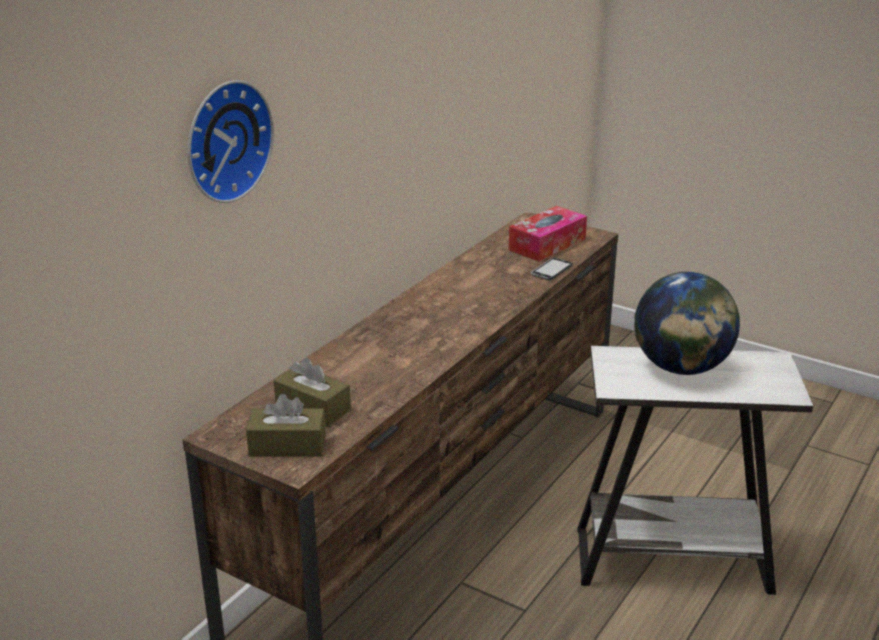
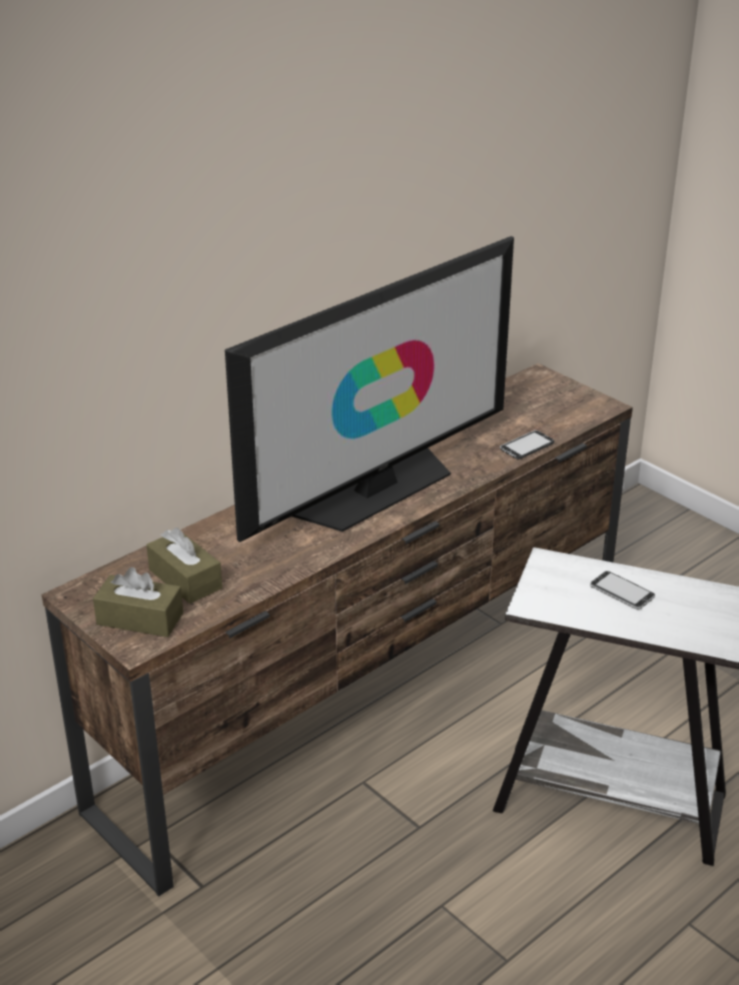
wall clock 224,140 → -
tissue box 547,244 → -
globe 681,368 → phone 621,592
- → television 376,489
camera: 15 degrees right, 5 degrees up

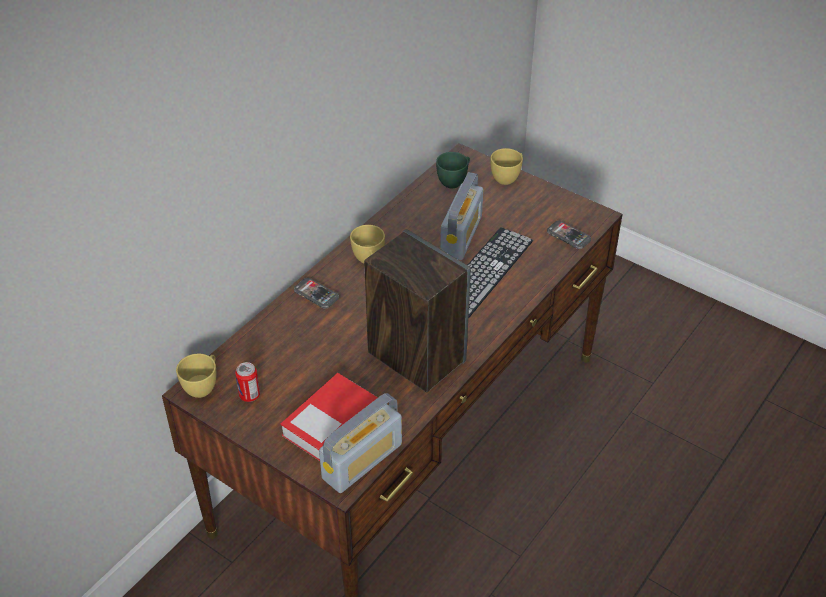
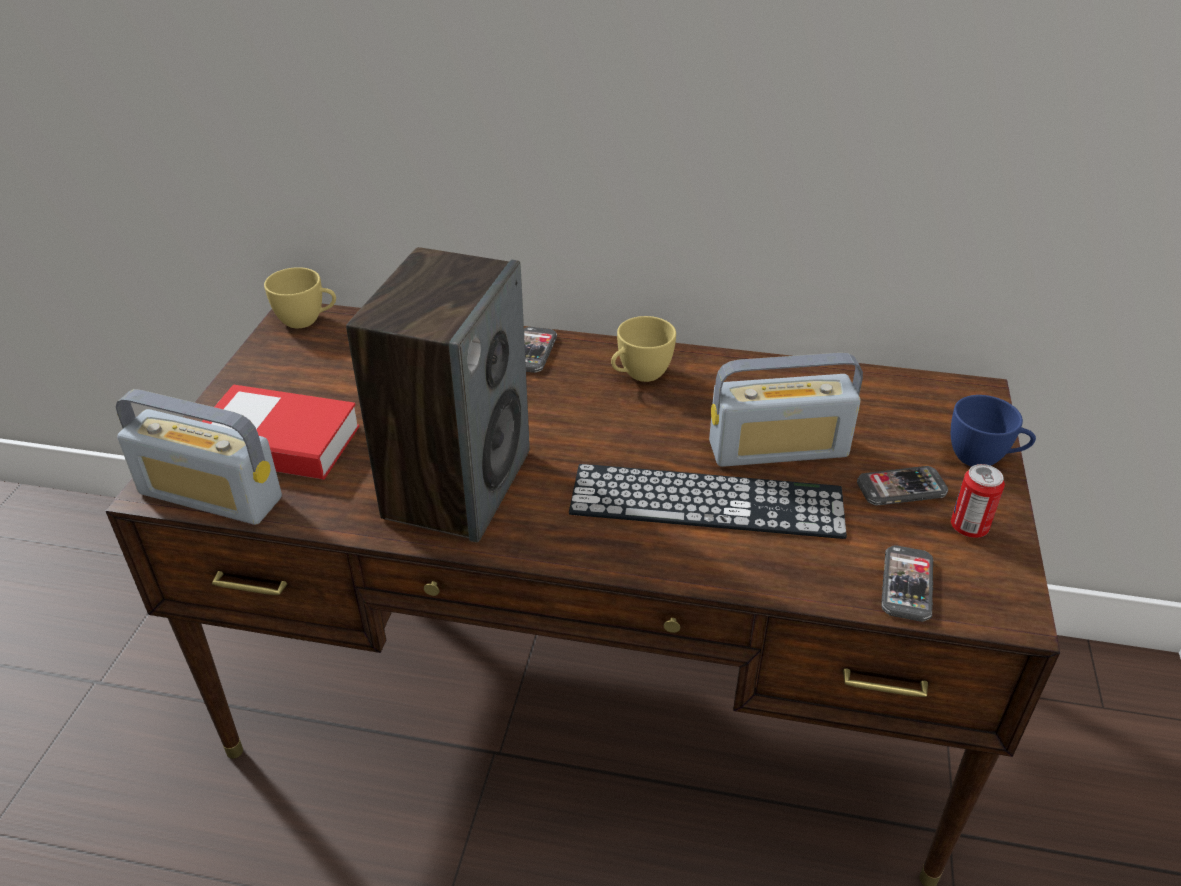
yellow cup 507,177 → blue cup 983,458
green cup 454,181 → -
can 249,395 → can 968,527, shifted
- → phone 901,488
camera: 65 degrees right, 5 degrees down

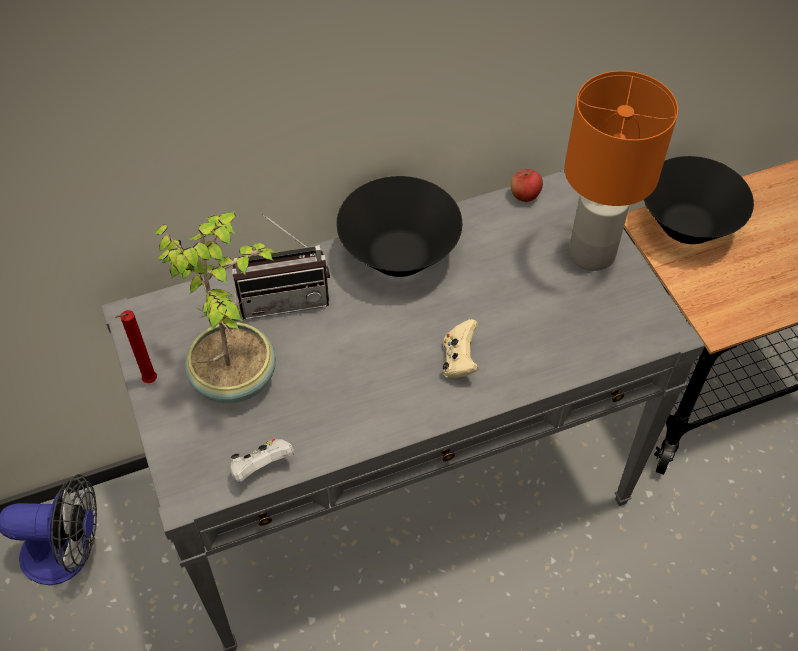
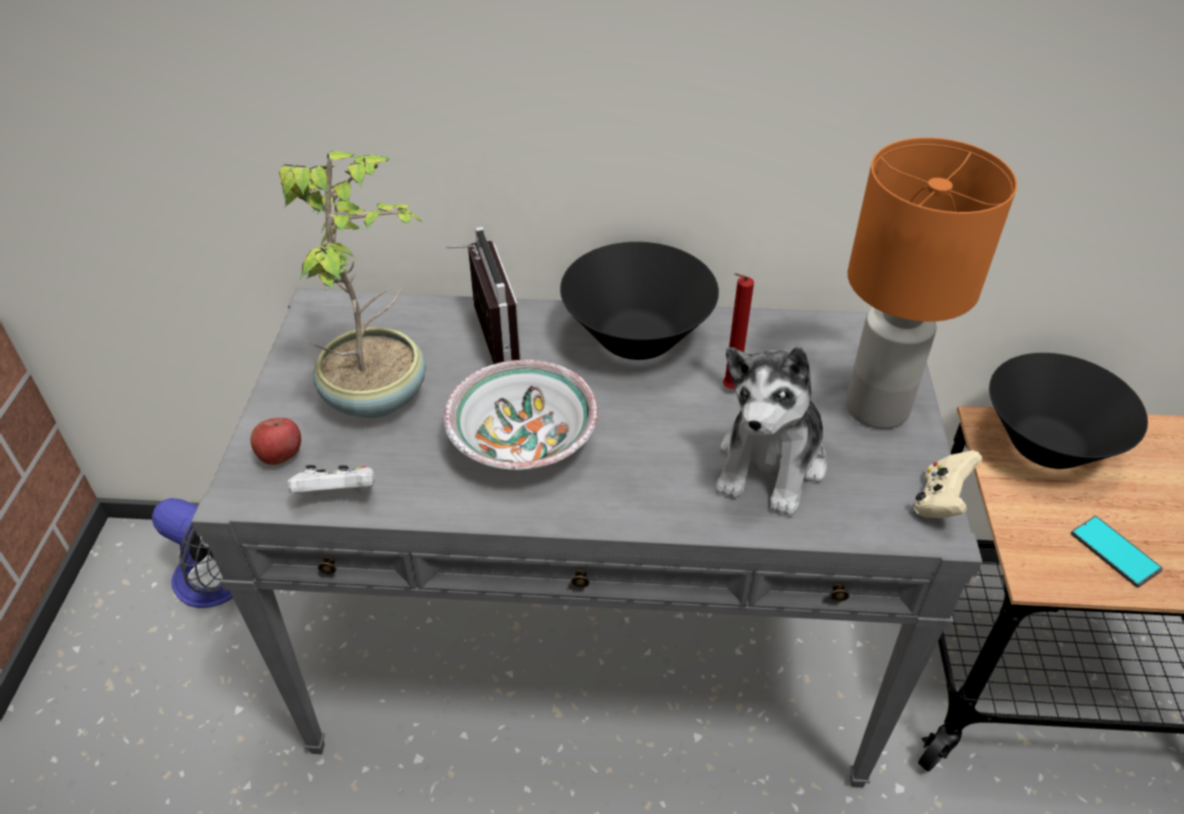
apple 525,195 → apple 281,456, shifted
radio 285,297 → radio 483,339, 120 degrees counterclockwise
red candle 148,382 → red candle 728,389, shifted
beige game controller 459,360 → beige game controller 940,501, shifted
- → plush toy 771,464
- → bowl 524,439
- → phone 1115,552
camera: 25 degrees right, 10 degrees down

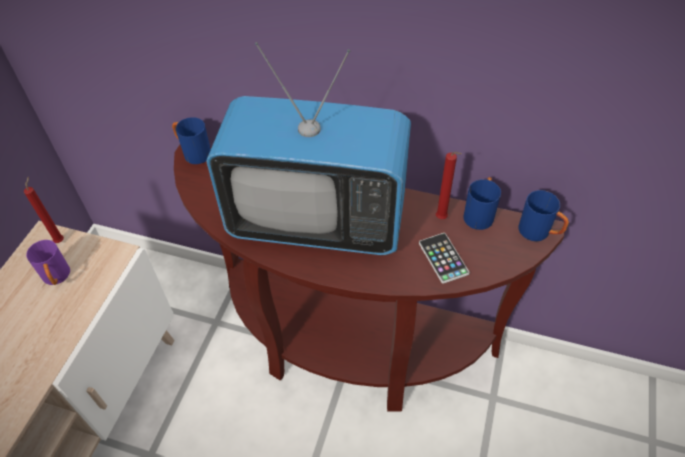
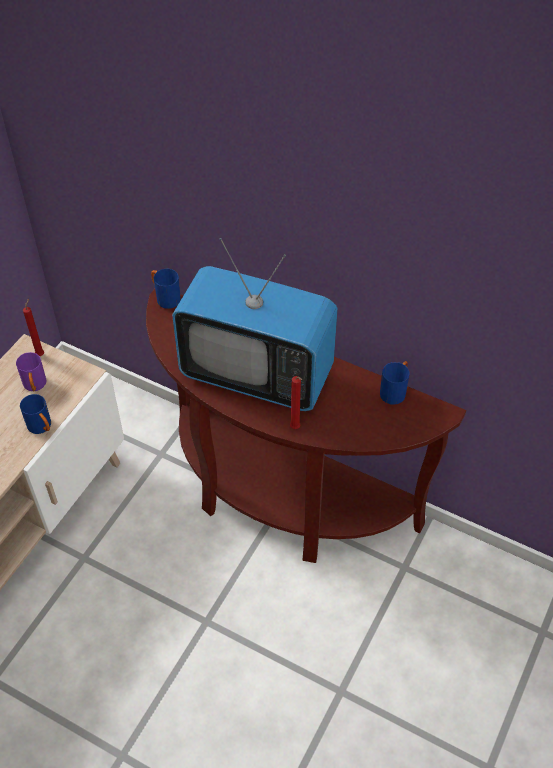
red candle 442,219 → red candle 296,429, shifted
blue mug 539,233 → blue mug 42,427, shifted
phone 443,258 → -
camera: 10 degrees right, 0 degrees up

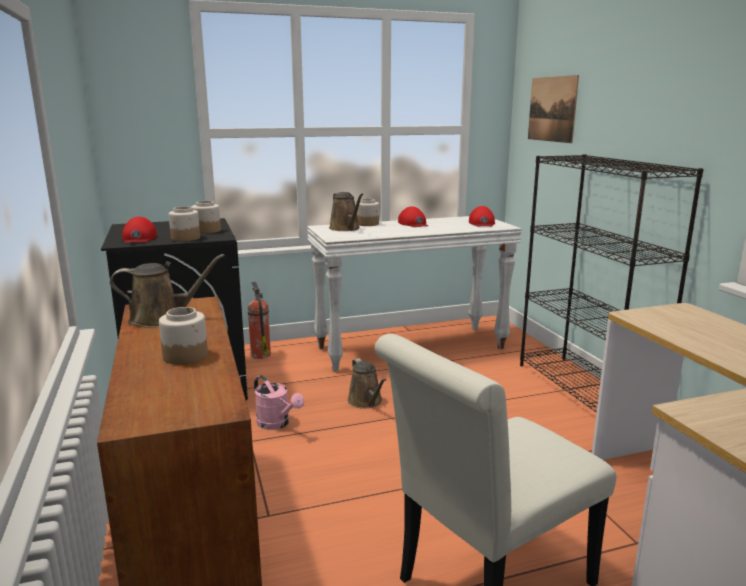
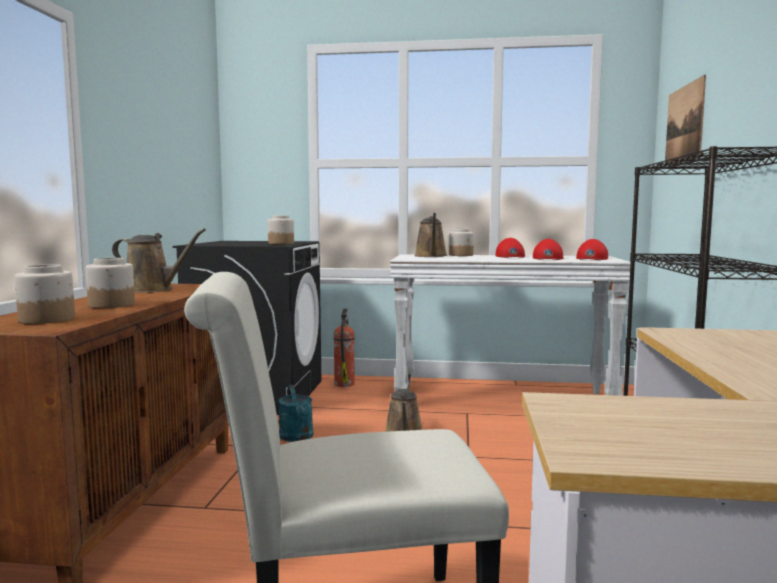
jar 185,238 → jar 46,319, shifted
red cap 139,238 → red cap 547,258, shifted
pink watering can 277,424 → turquoise watering can 298,438
camera: 25 degrees right, 10 degrees down

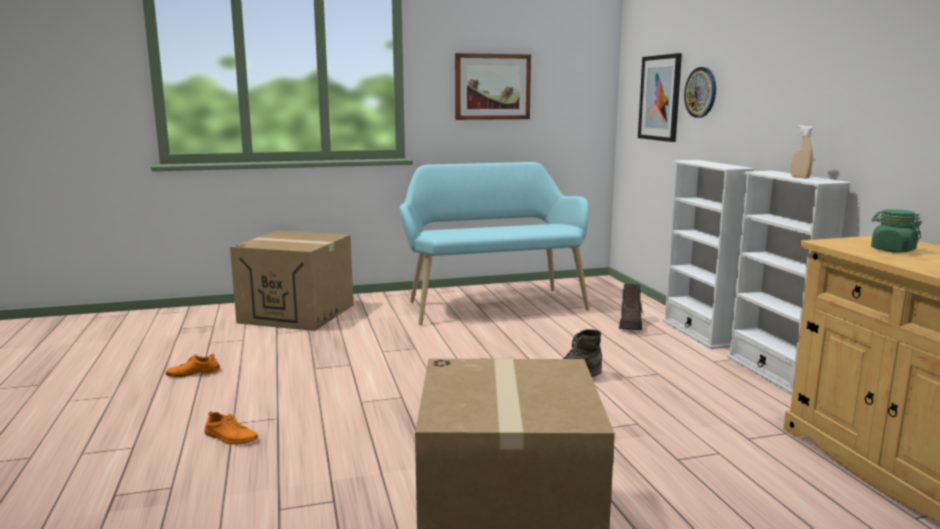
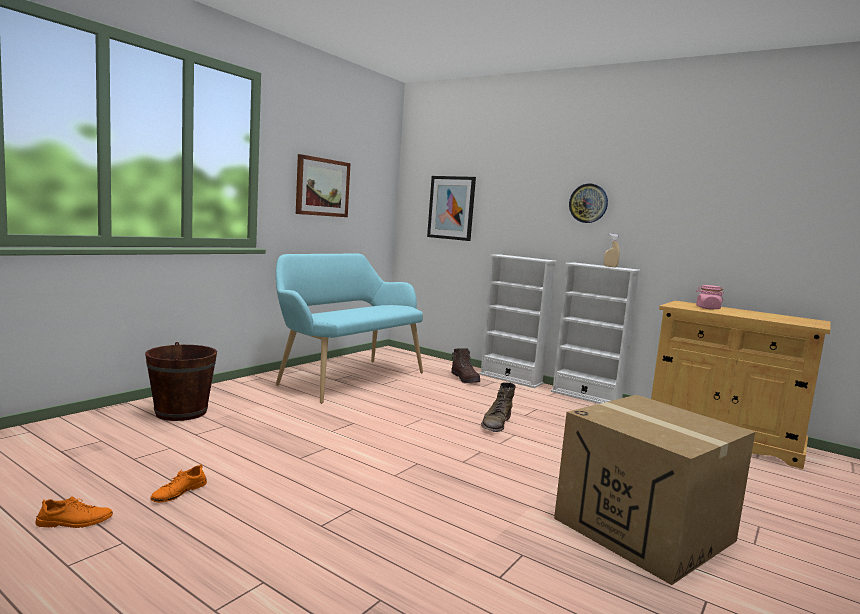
wall clock 701,92 → wall clock 588,203, shifted
green jar 892,250 → pink jar 707,308
cardboard box 297,313 → brown bucket 181,412
orange shoe 230,437 → orange shoe 74,521, shifted
camera: 40 degrees left, 5 degrees down

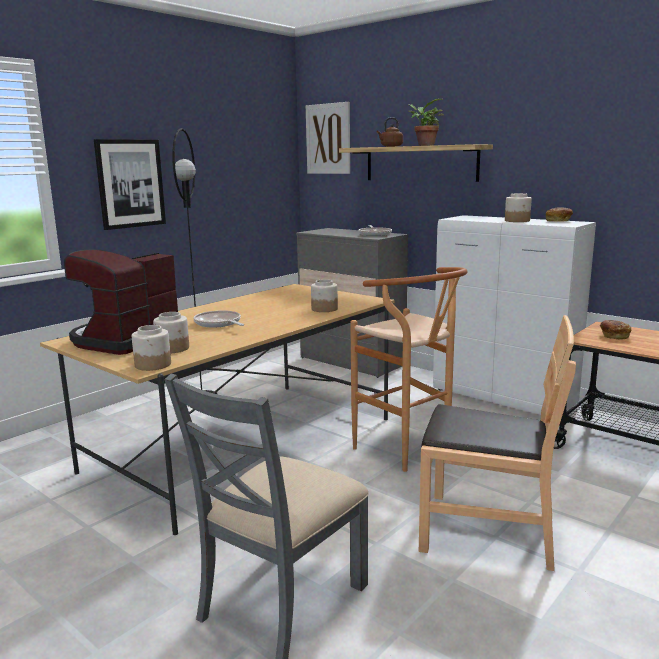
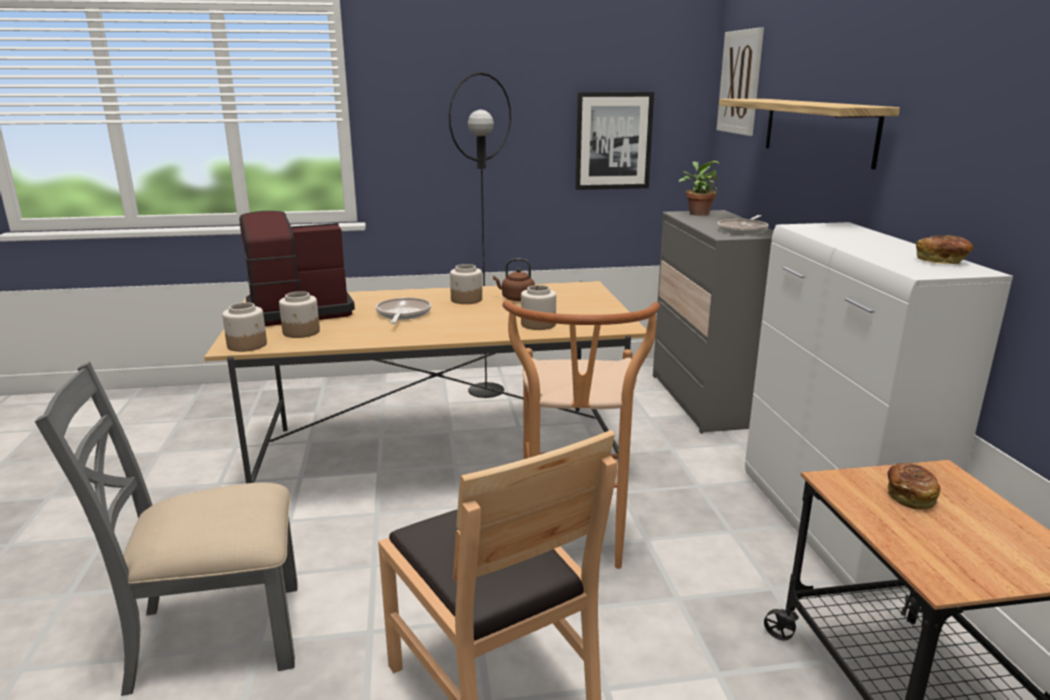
potted plant 424,145 → potted plant 697,213, shifted
brown kettle 390,146 → brown kettle 516,299, shifted
picture 130,183 → picture 613,141, shifted
jar 517,221 → jar 466,300, shifted
camera: 40 degrees right, 5 degrees up

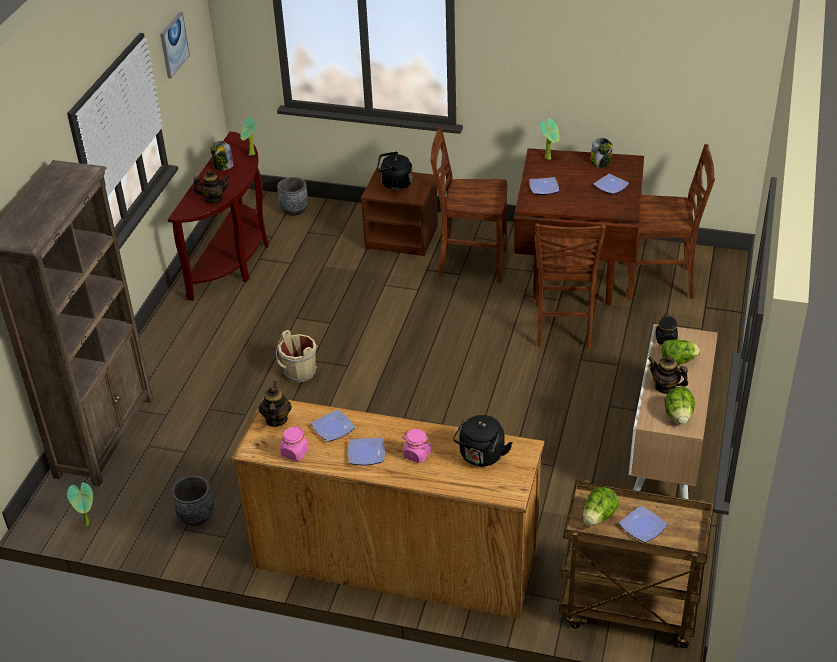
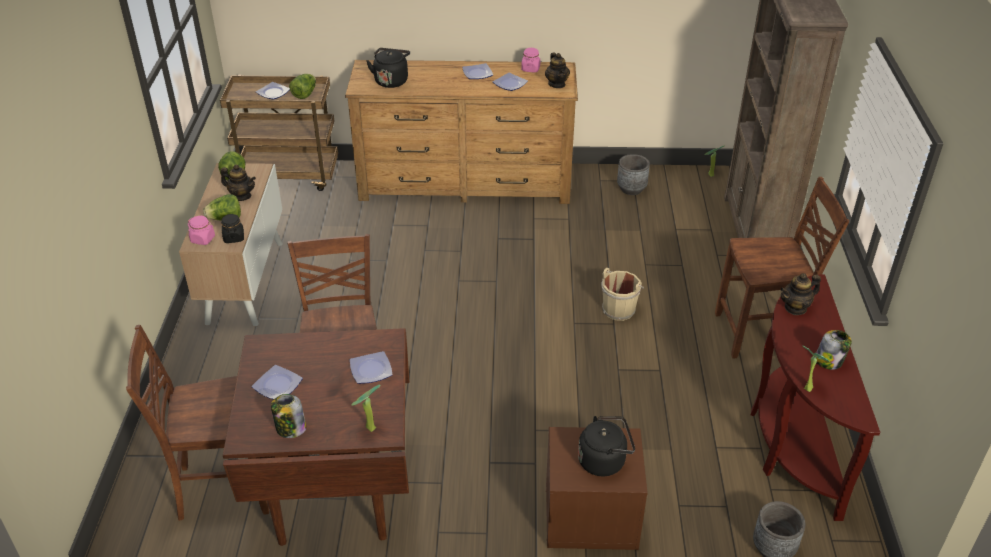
picture 173,44 → -
brown chair 471,263 → brown chair 762,334, shifted
pink jar 416,454 → pink jar 203,239, shifted
camera: 165 degrees right, 0 degrees up

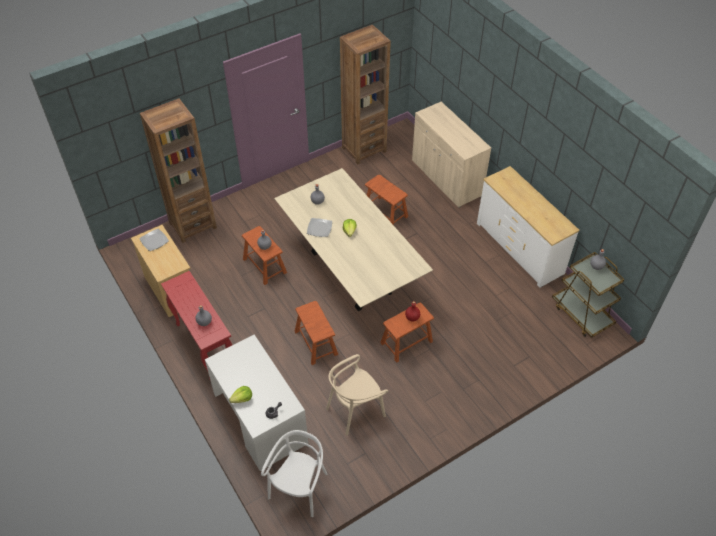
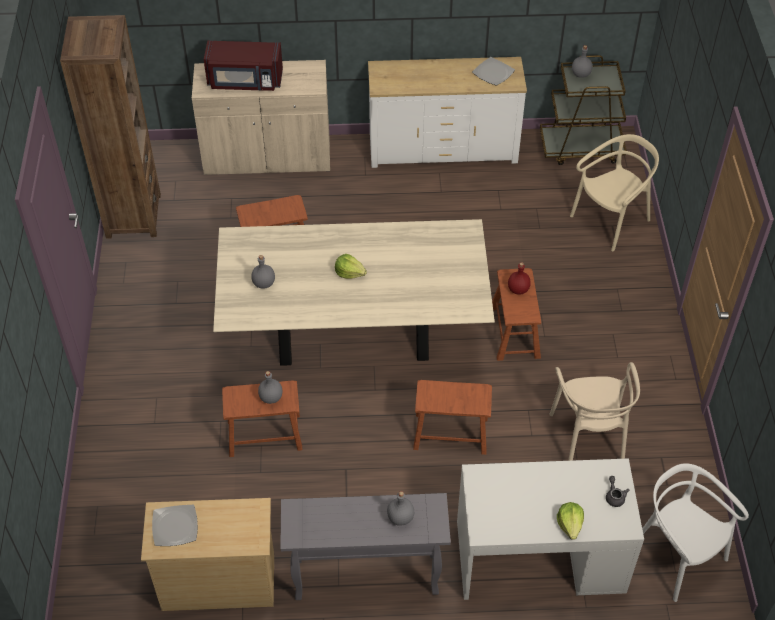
brown bookcase 193,225 → -
plate 319,228 → plate 493,73, shifted
red console table 204,346 → grey console table 365,577
- → red microwave 245,81
- → beige chair 611,221
camera: 60 degrees left, 0 degrees up

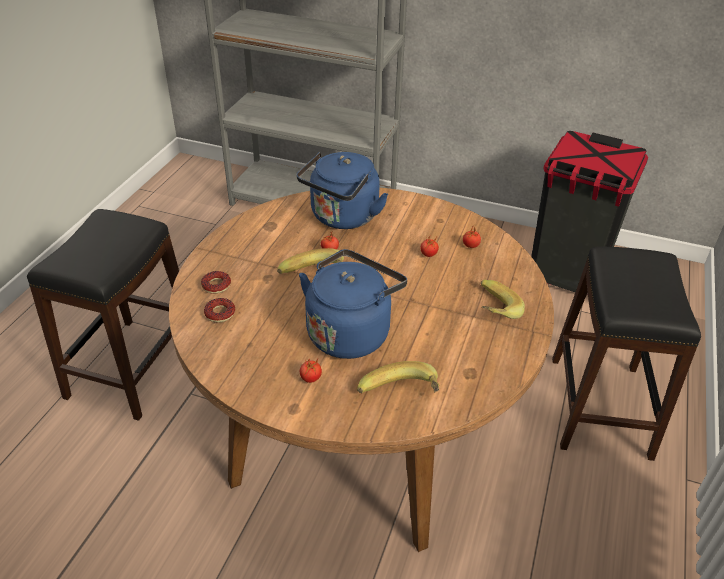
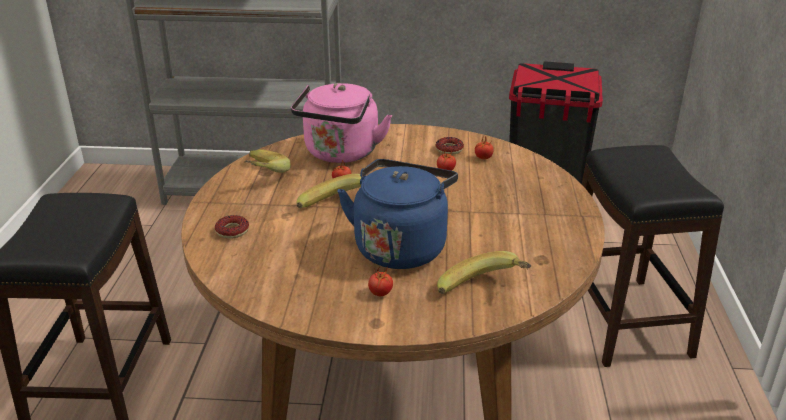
blue kettle 342,218 → pink kettle 340,154
banana 490,312 → banana 260,175, shifted
donut 220,313 → donut 449,149, shifted
camera: 15 degrees left, 10 degrees down

